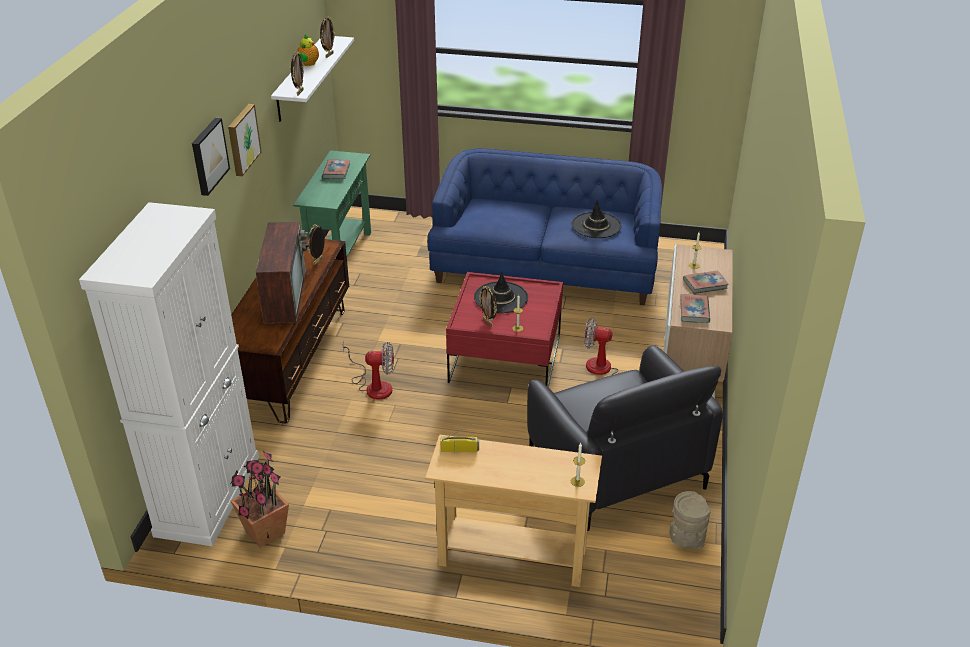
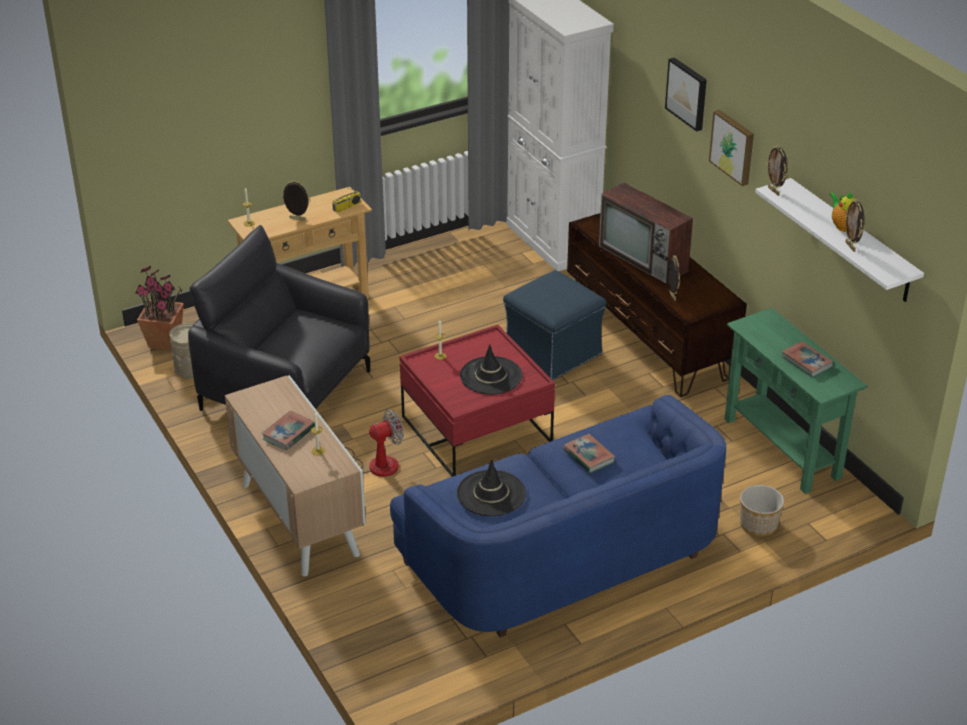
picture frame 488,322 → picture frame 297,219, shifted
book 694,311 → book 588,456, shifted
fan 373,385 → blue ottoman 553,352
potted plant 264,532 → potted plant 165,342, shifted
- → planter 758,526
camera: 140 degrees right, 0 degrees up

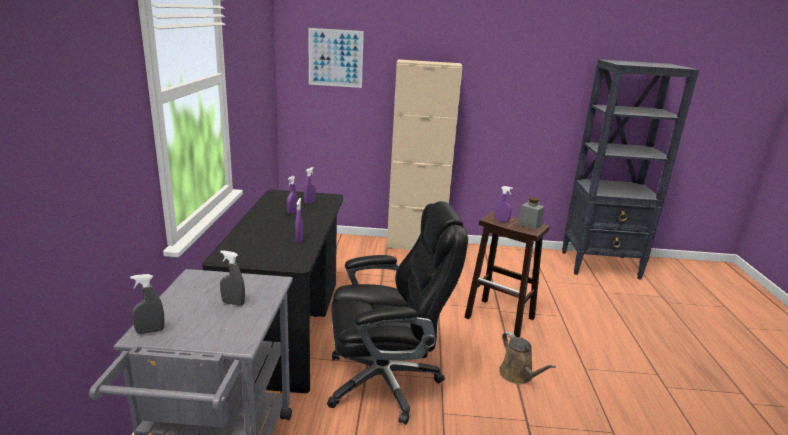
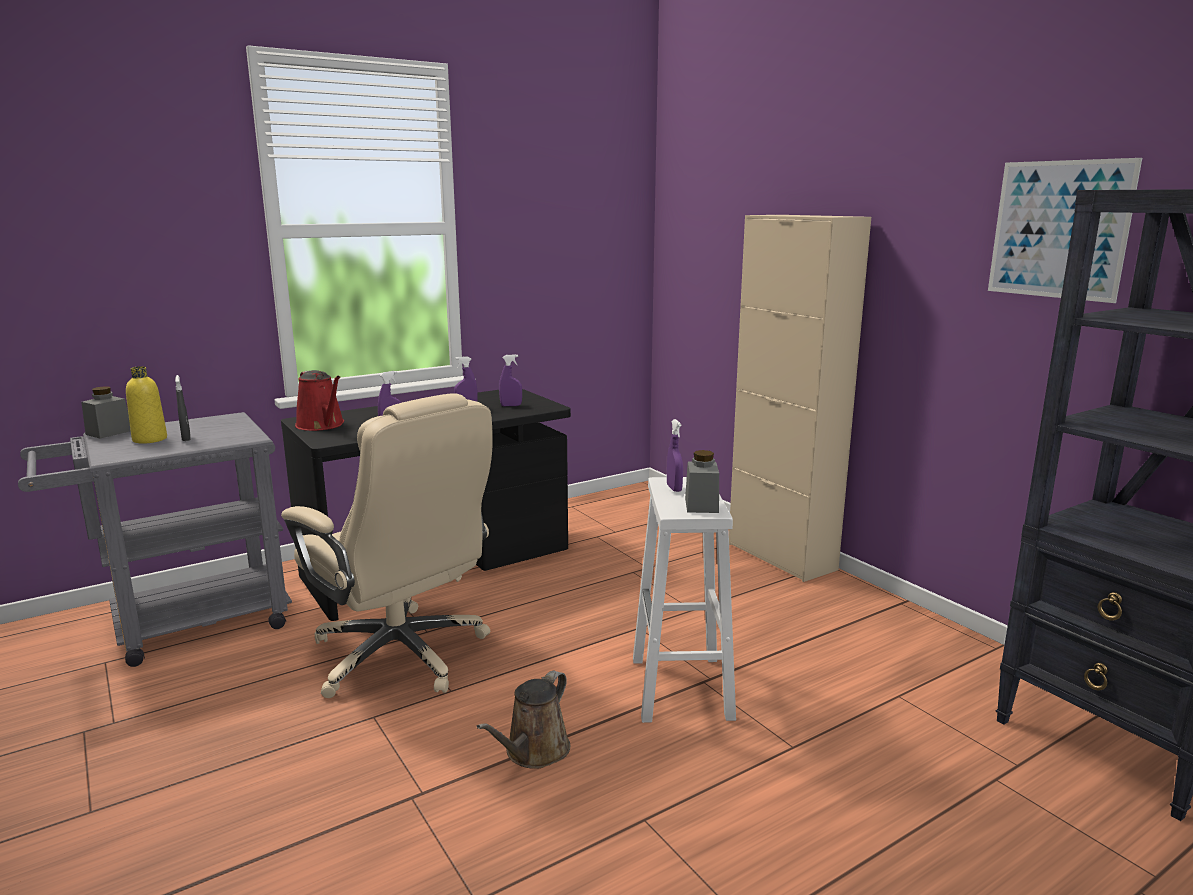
picture 335,58 → picture 1058,230, shifted
black office chair 385,381 → beige office chair 401,655
brown stool 501,318 → white stool 682,689
grey spray bottle 150,331 → grey jar 109,432
- → yellow bottle 150,439
- → red watering can 322,425
camera: 55 degrees right, 5 degrees down

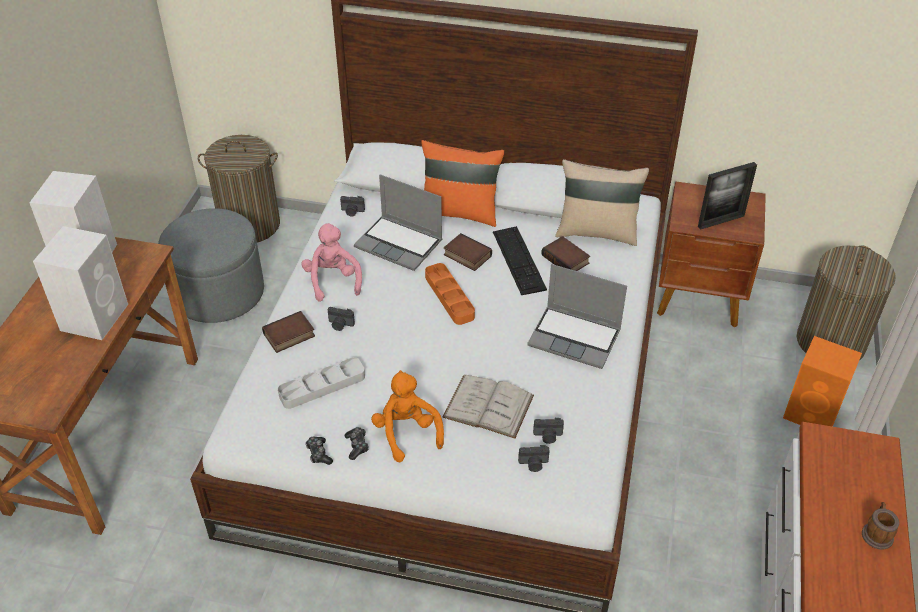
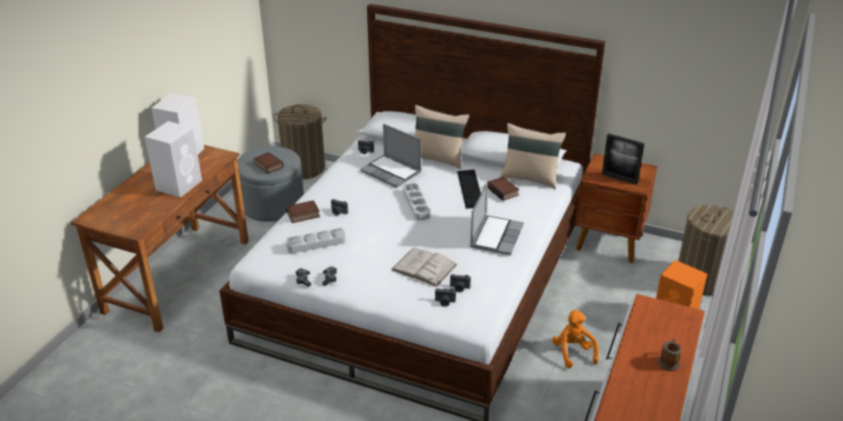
orange pillow 460,212 → beige pillow 438,158
picture frame 721,221 → picture frame 619,179, 45 degrees clockwise
pink plush toy 333,280 → -
book 466,256 → book 267,165, shifted
orange tray 449,297 → grey tray 416,204
laptop 576,338 → laptop 496,236, 105 degrees counterclockwise
orange plush toy 407,432 → orange plush toy 573,352, shifted
camera: 10 degrees right, 10 degrees down

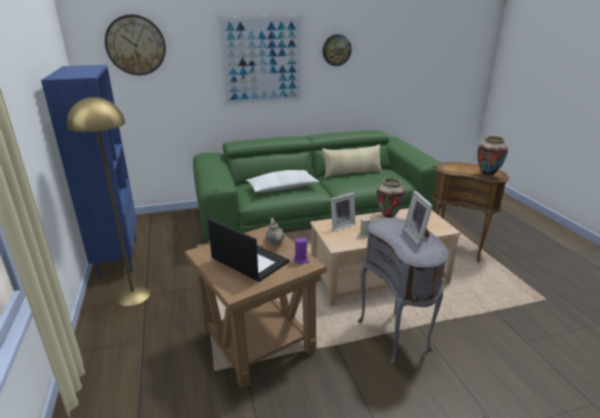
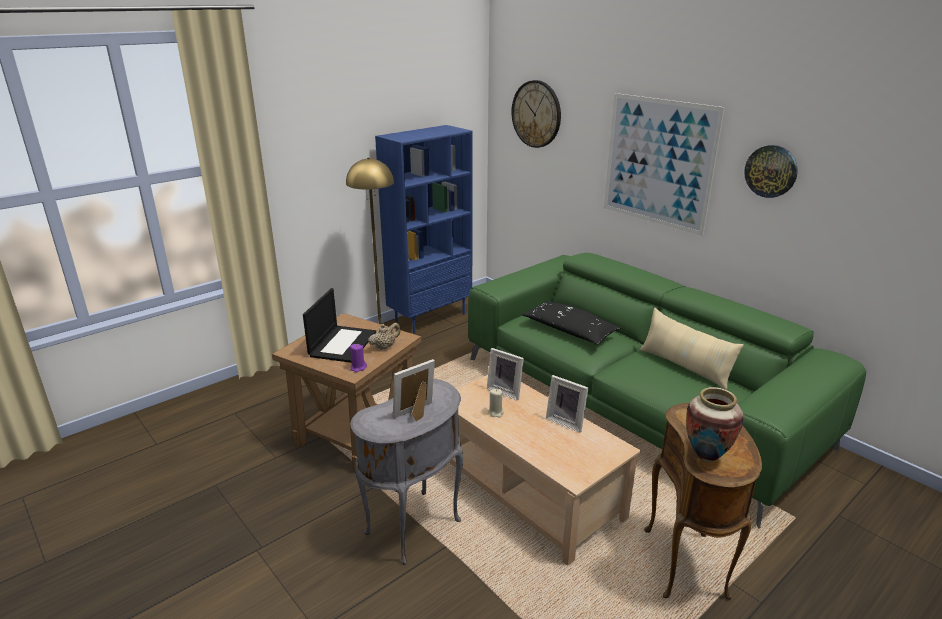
white pillow 282,188 → black pillow 569,331
vase 388,216 → picture frame 566,421
camera: 65 degrees right, 0 degrees up

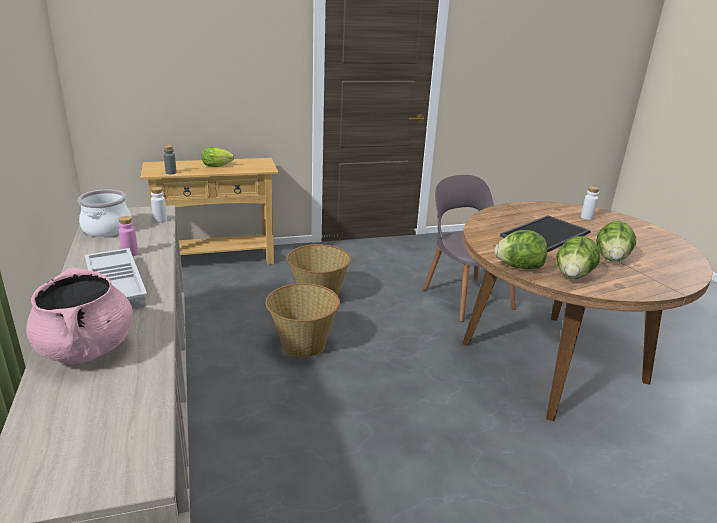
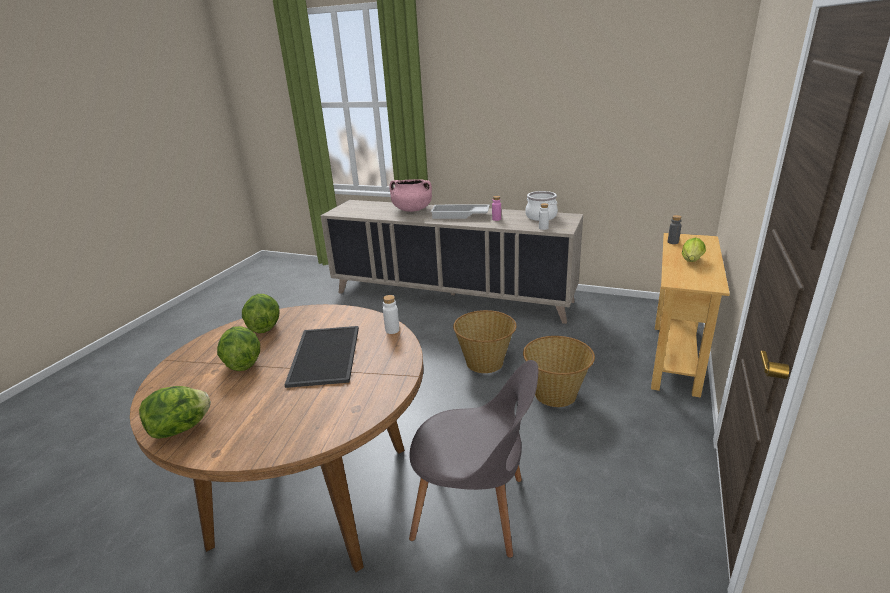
white bottle 586,217 → white bottle 392,330, shifted
lettuce 518,267 → lettuce 181,429, shifted
camera: 130 degrees right, 0 degrees up

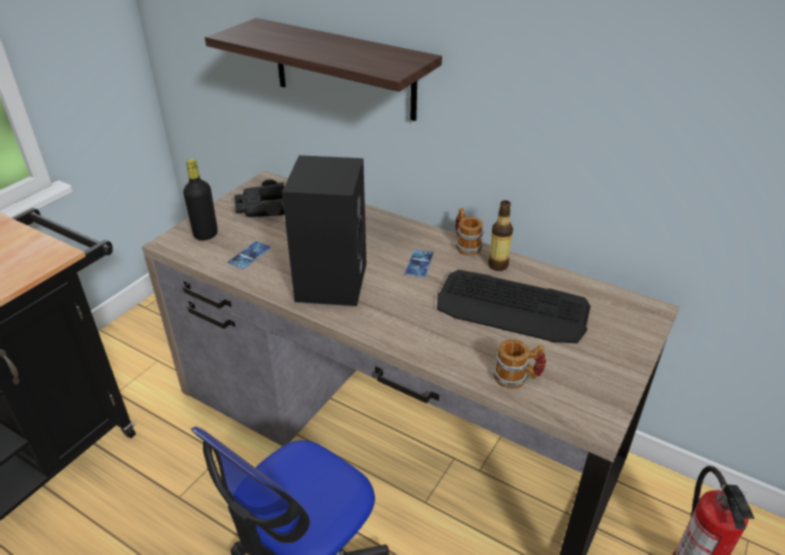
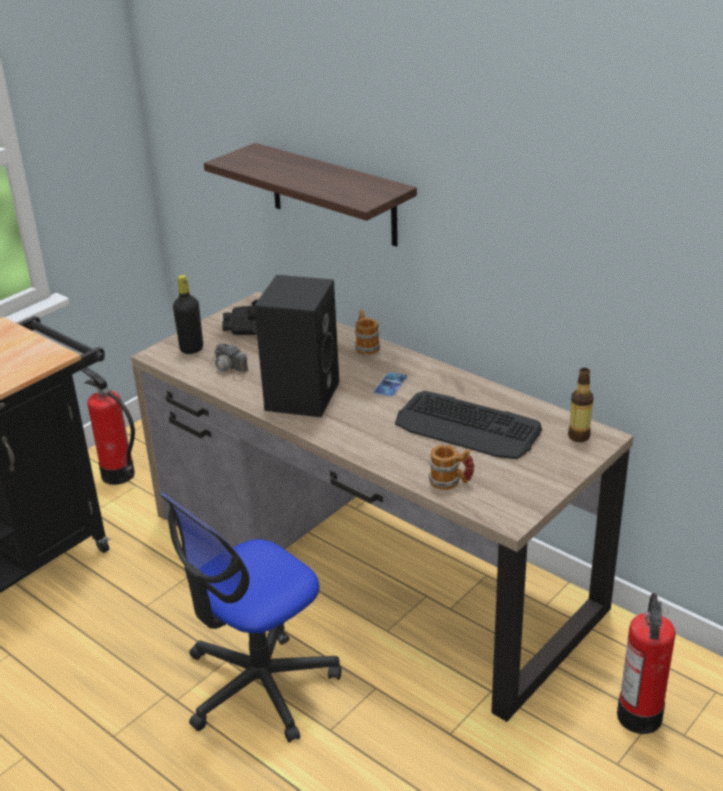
bottle 498,265 → bottle 578,436, shifted
mug 465,245 → mug 366,346, shifted
phone 249,255 → photo camera 230,369
- → fire extinguisher 118,475
camera: 10 degrees right, 5 degrees down

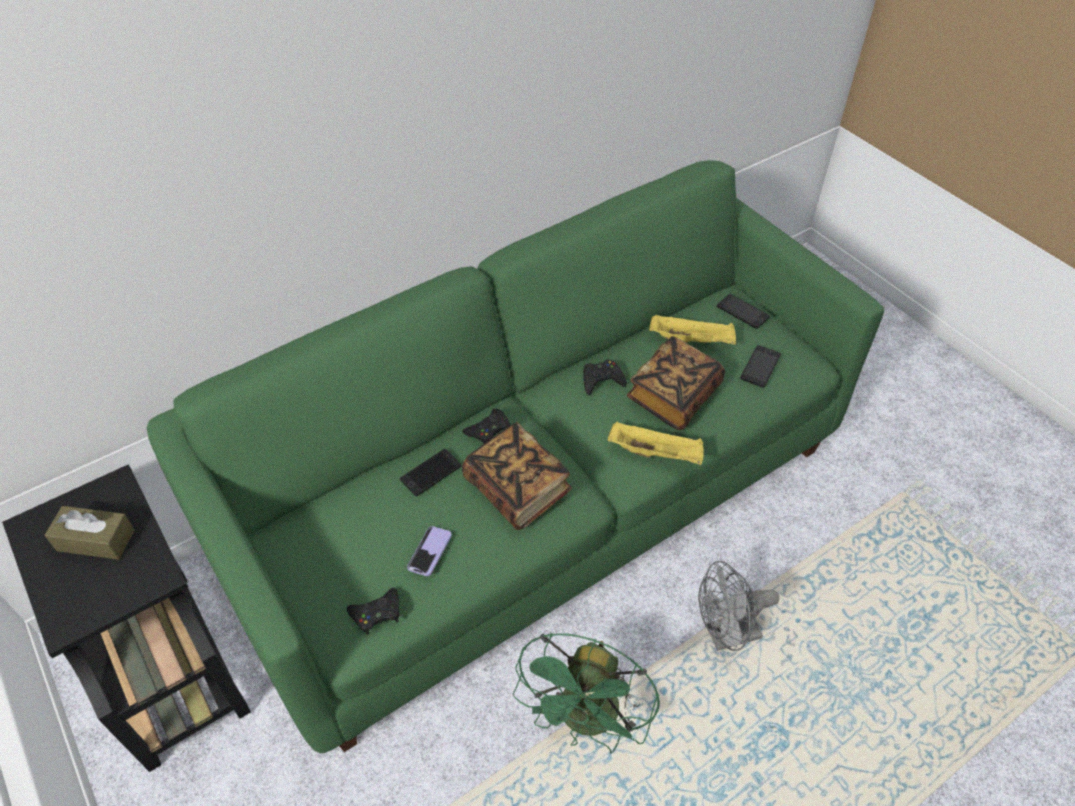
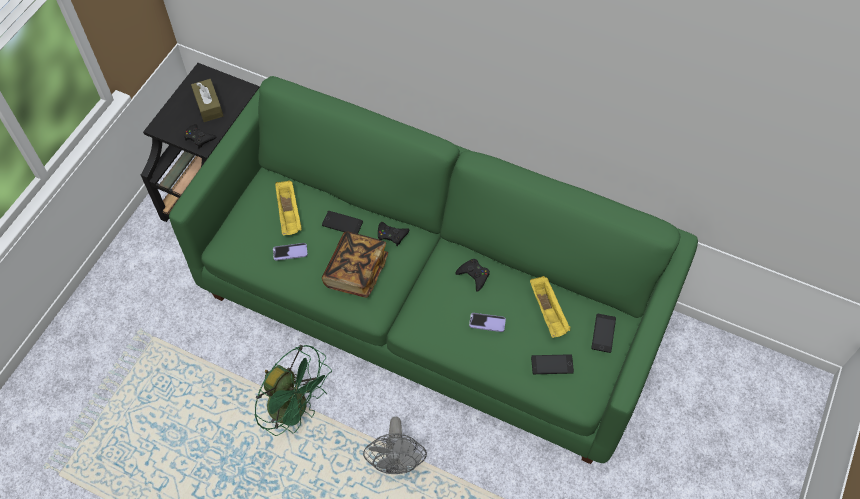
book 673,396 → phone 487,323
yellow tray 656,453 → yellow tray 289,214, shifted
grey fan 725,635 → grey fan 397,462, 135 degrees counterclockwise
black game controller 377,613 → black game controller 199,138, shifted
green fan 587,721 → green fan 295,409, 135 degrees counterclockwise
camera: 60 degrees right, 10 degrees up

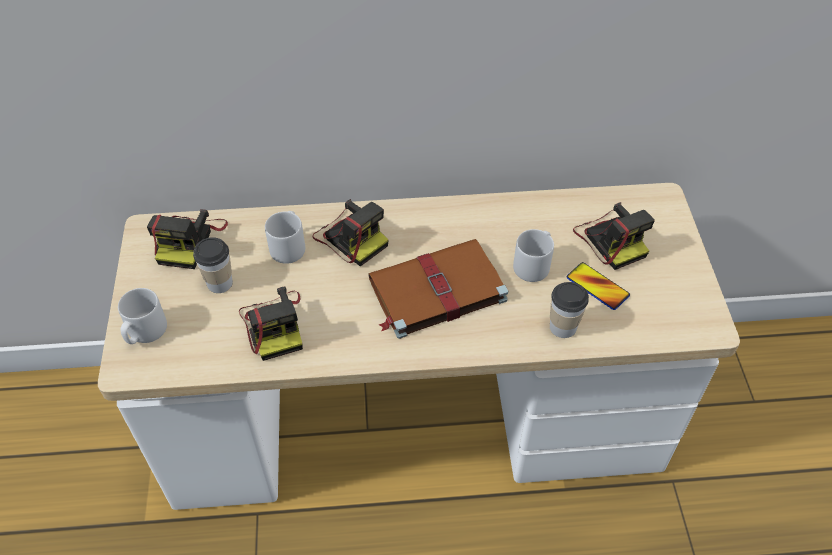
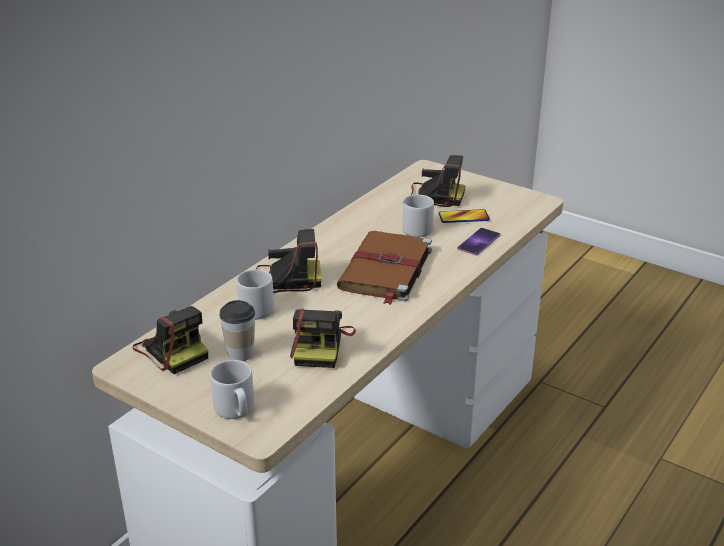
cup 563,327 → phone 478,242
photo camera 274,325 → photo camera 321,346, 75 degrees clockwise
camera: 50 degrees left, 20 degrees down

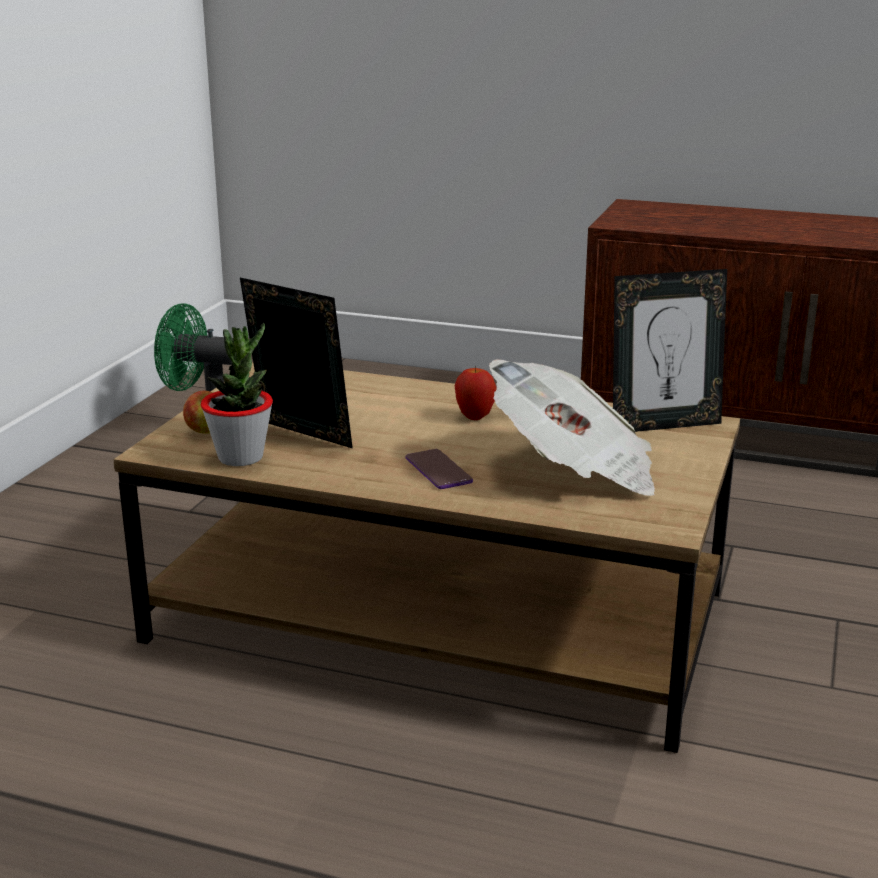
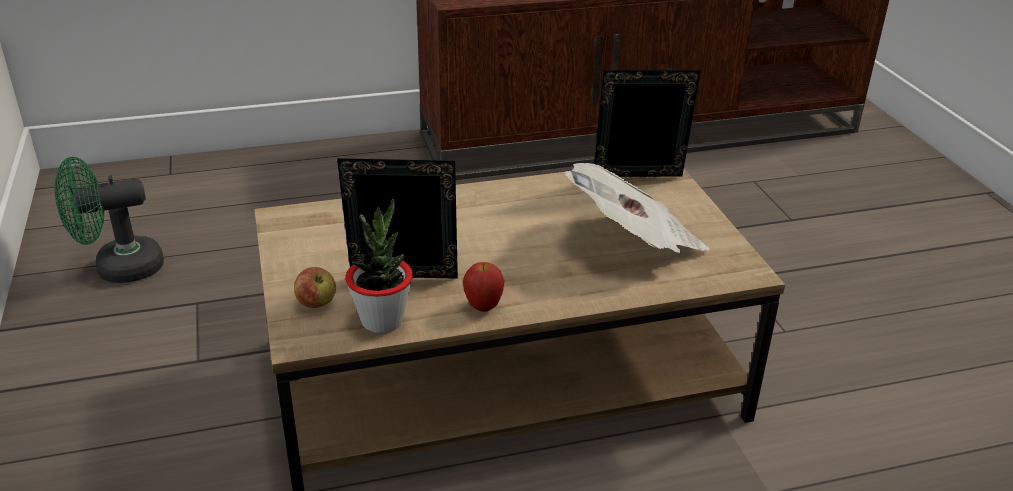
picture frame 663,425 → picture frame 638,180, 135 degrees counterclockwise
apple 475,417 → apple 483,307, shifted
phone 438,470 → -
camera: 35 degrees left, 10 degrees up

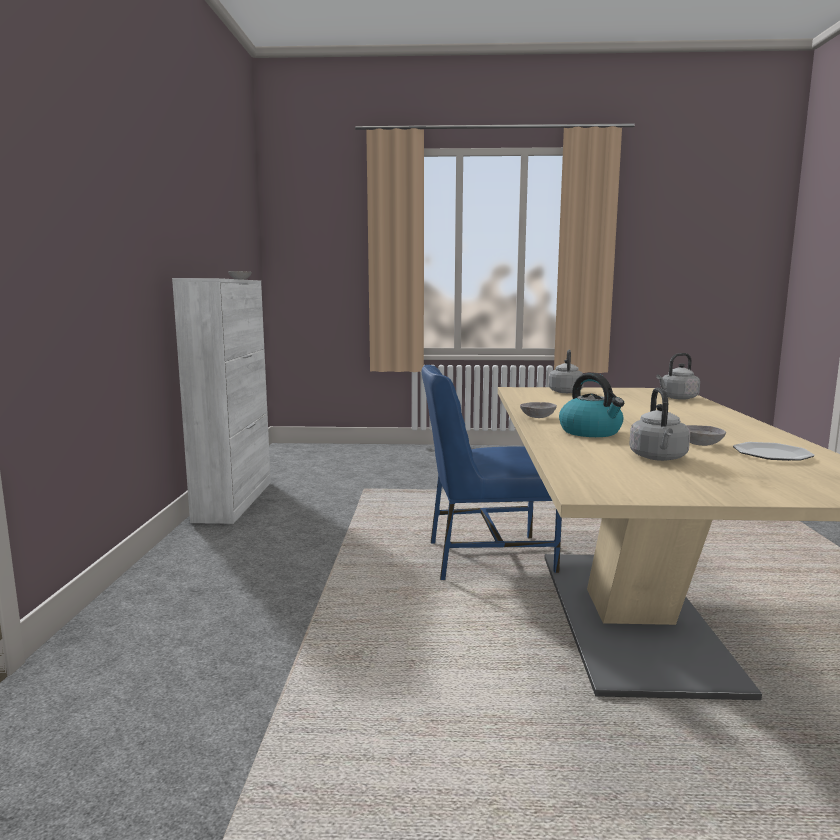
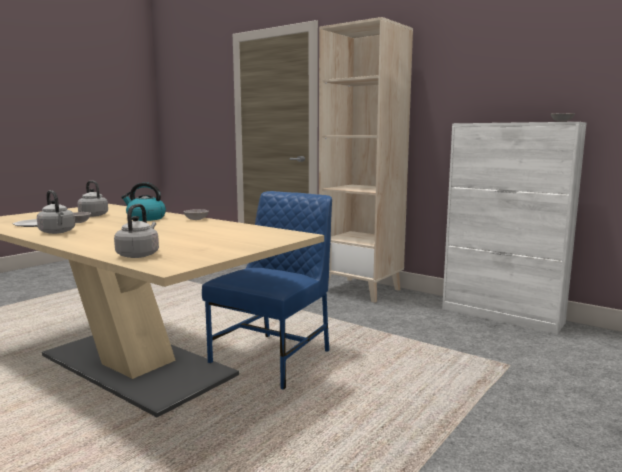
grey kettle 565,391 → grey kettle 58,232, shifted
- → beige bookcase 362,290
camera: 125 degrees right, 0 degrees up

